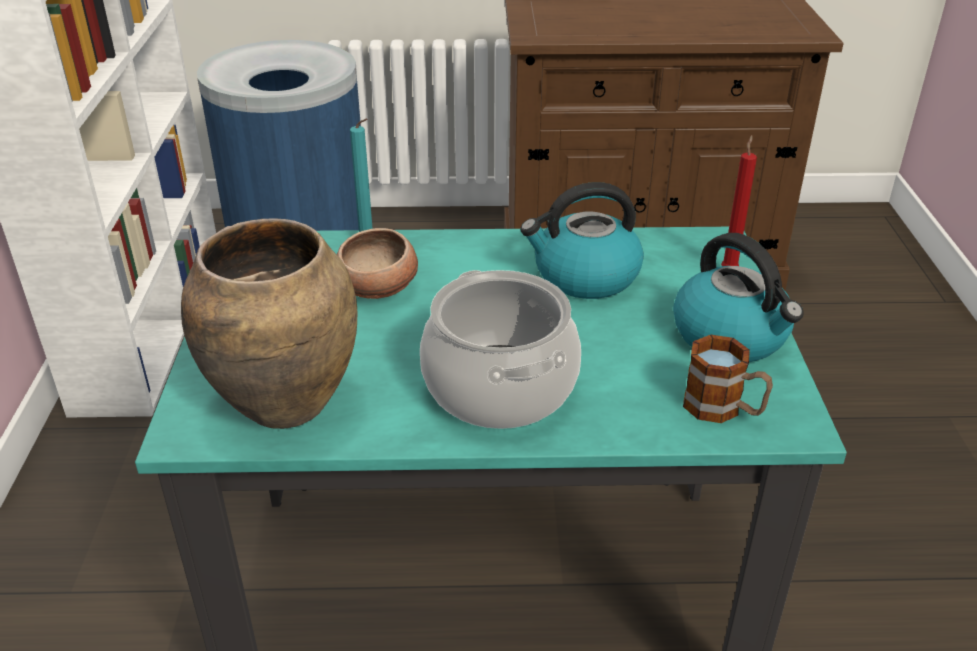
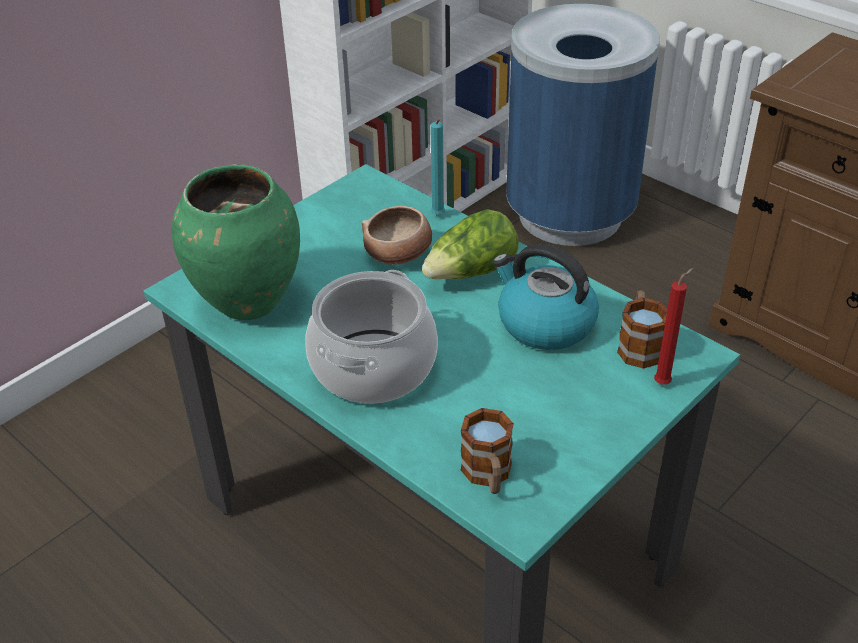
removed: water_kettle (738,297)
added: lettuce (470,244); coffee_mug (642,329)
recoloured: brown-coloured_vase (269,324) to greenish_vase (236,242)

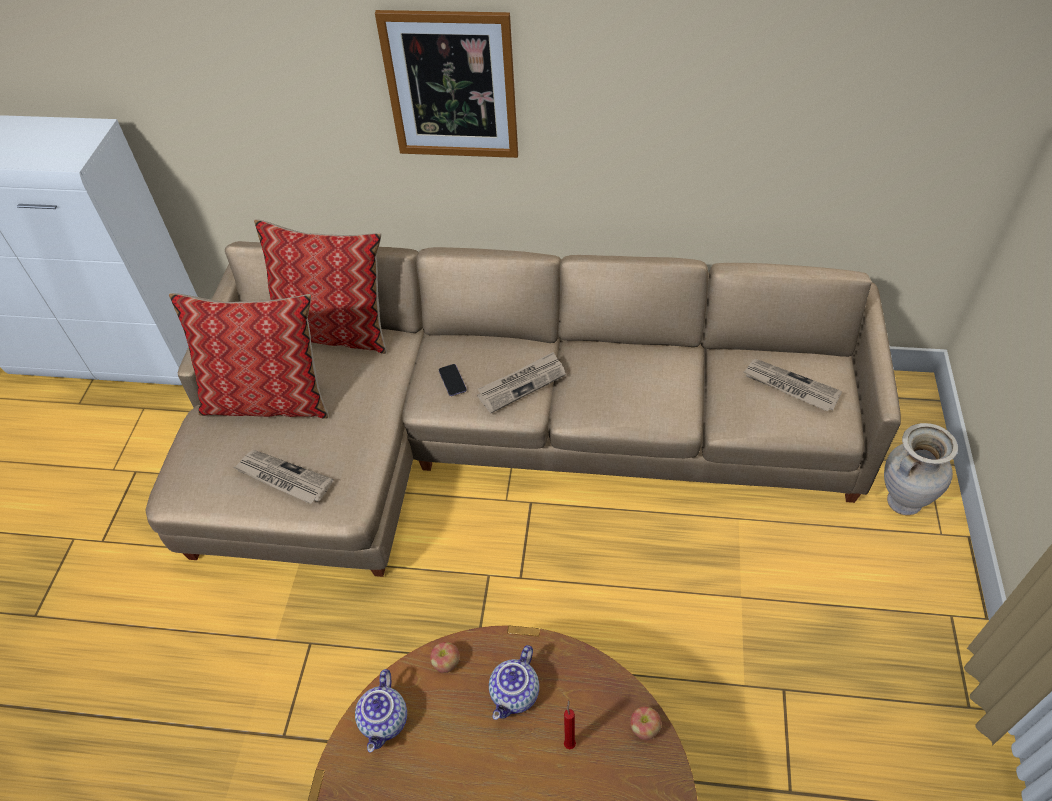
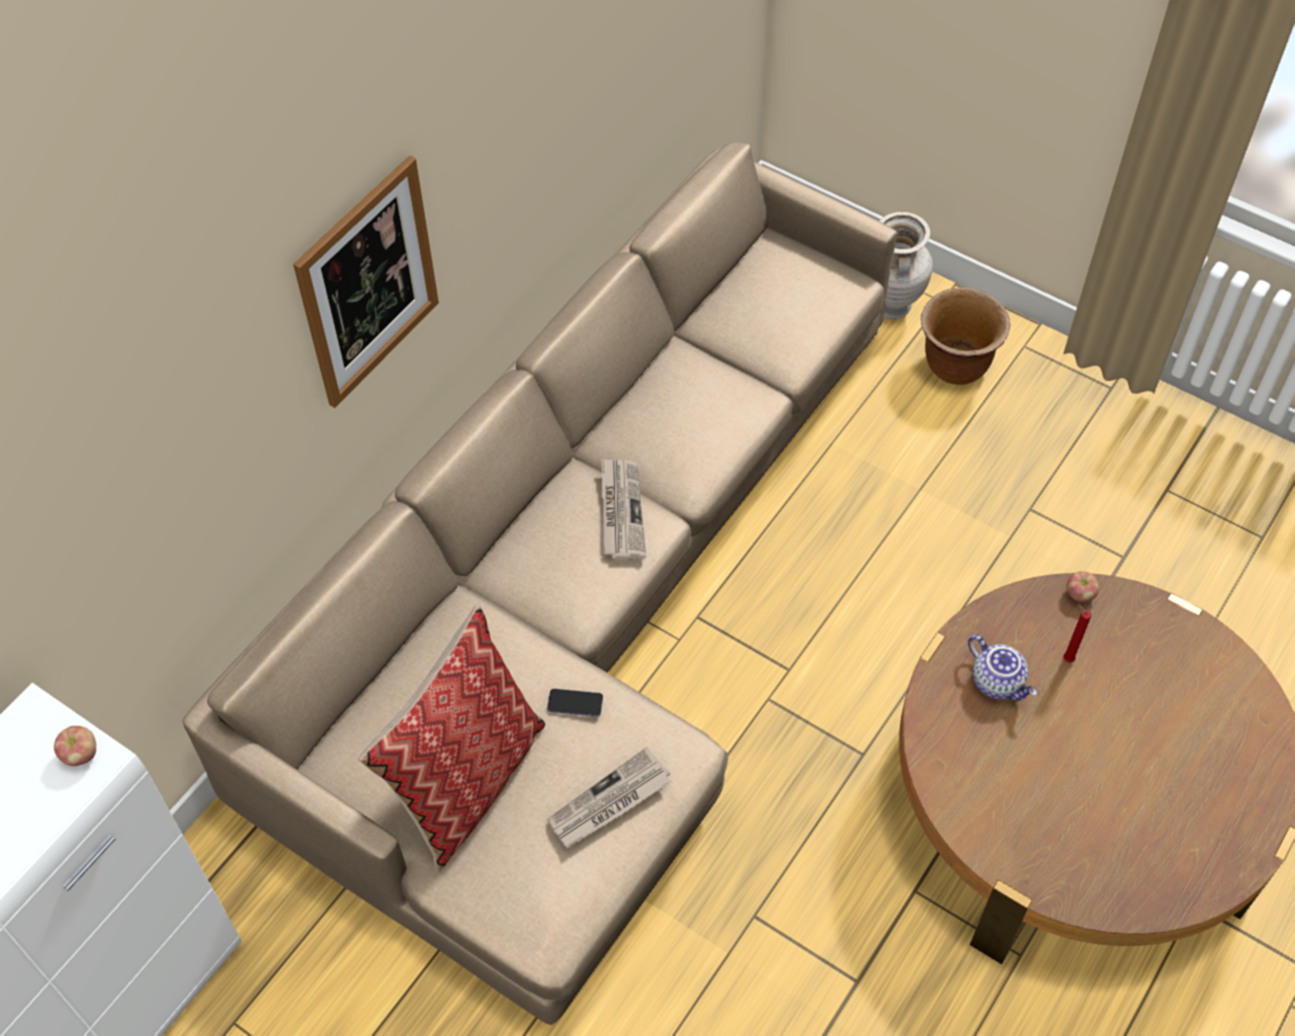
removed: cushion (320,286); tea_pot (381,711); daily_paper (793,385)
added: brown-coloured_plant_pot (965,336)
moved: apple_fruit (445,657) to (75,746); phone (453,380) to (575,703)

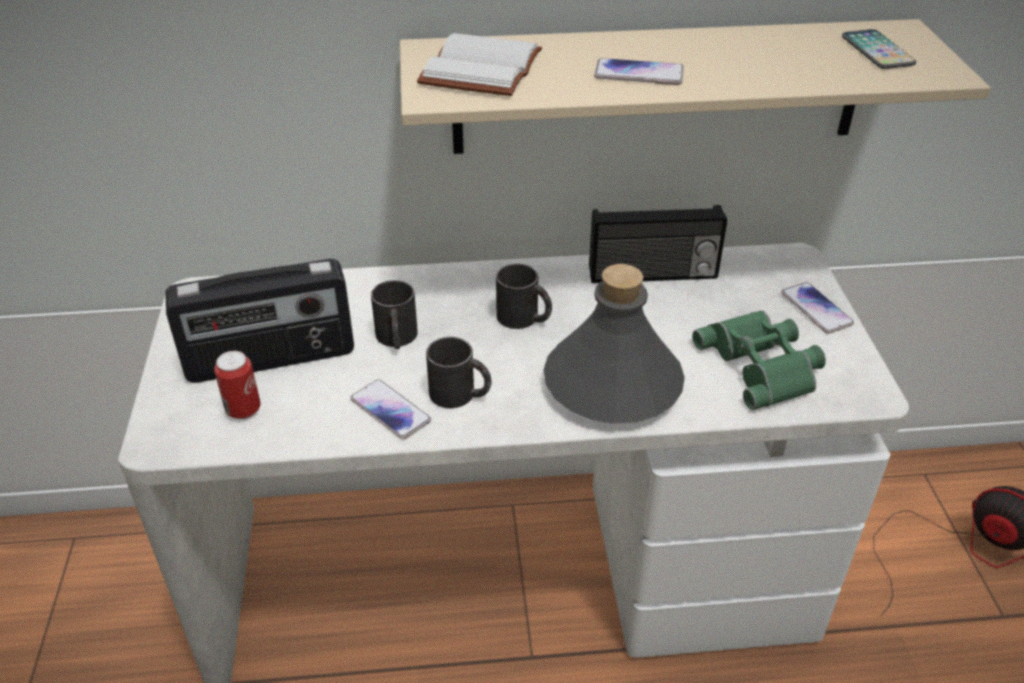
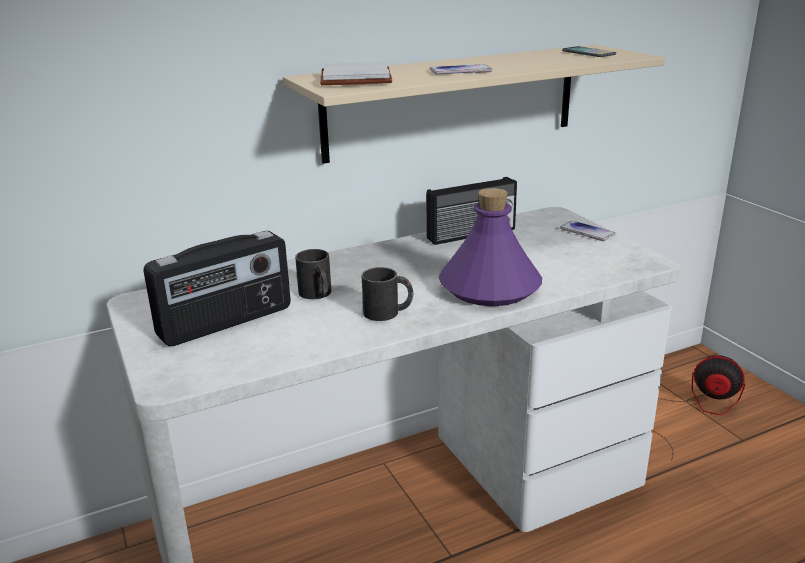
removed: can (237,385); phone (390,409); black-coloured_coffee_mug (524,296); greenish_binoculars (759,360)
recoloured: grey_drink_bottle (614,344) to purplish_drink_bottle (490,247)

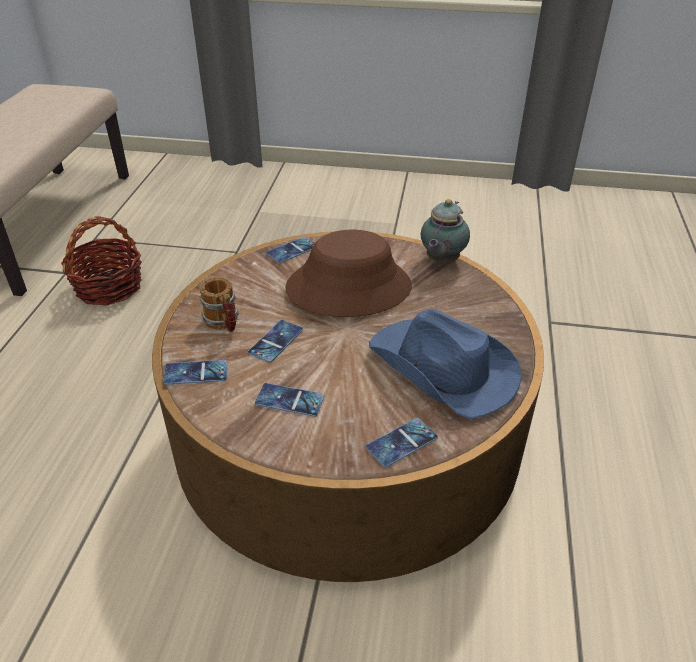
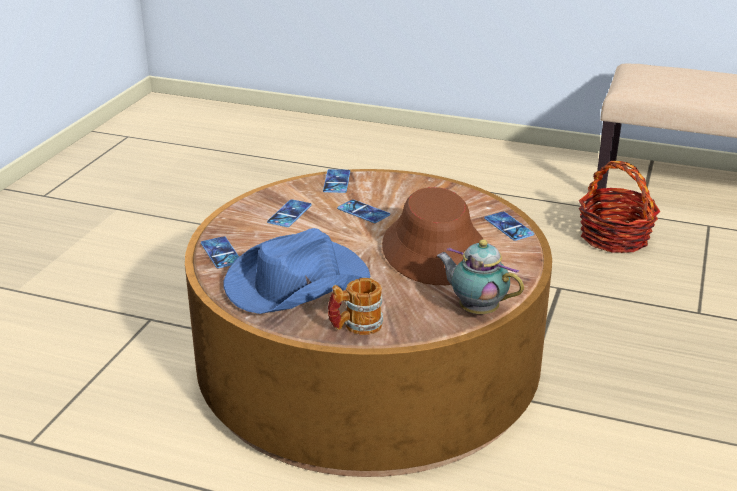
moved: coffee_mug (219,304) to (355,306)

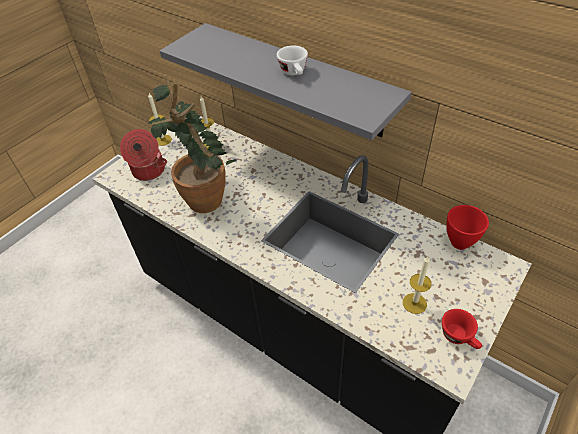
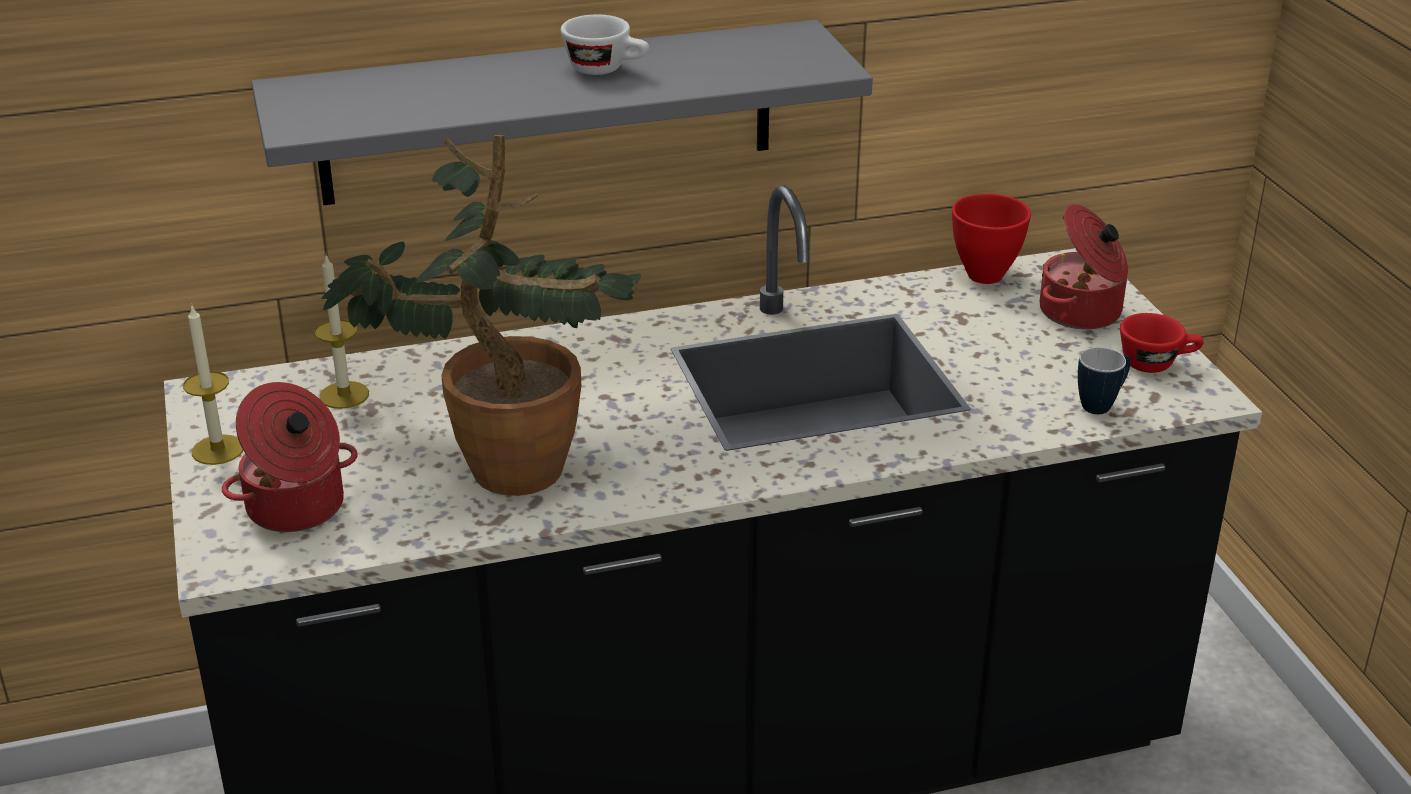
removed: candle (417,285)
added: saucepot (1084,267); coffee_mug (1104,380)

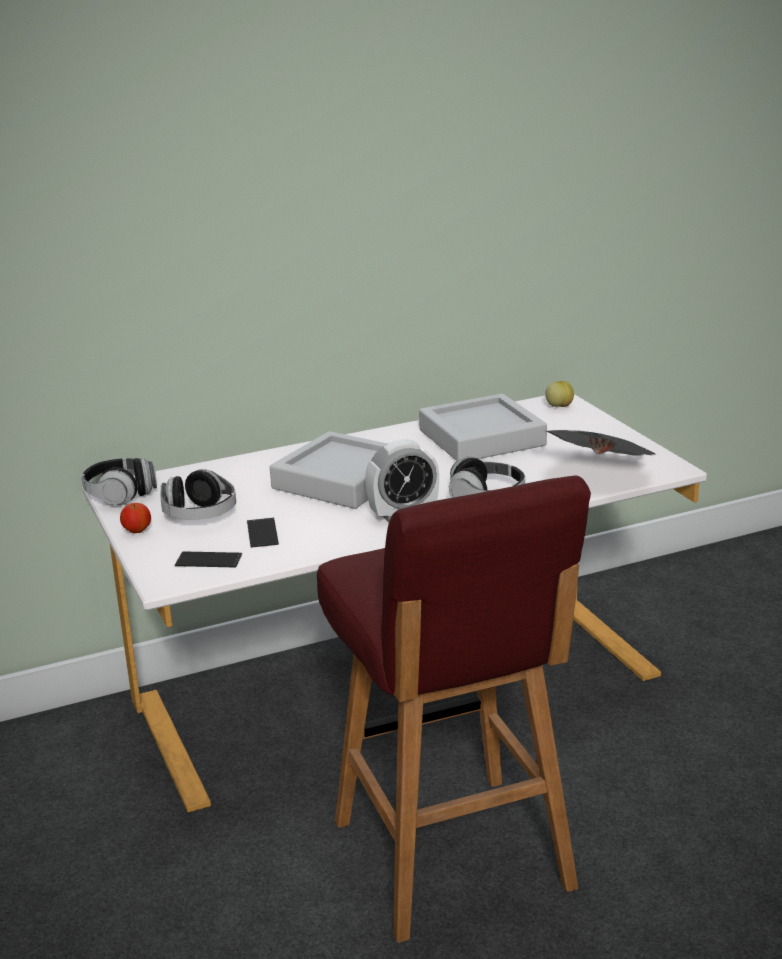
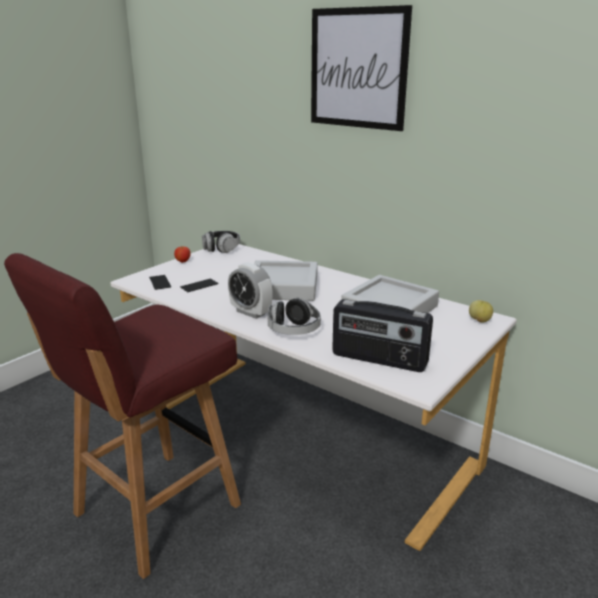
removed: pair_of_headphones (198,494)
added: picture (361,68)
replaced: daily_paper (598,443) to radio_receiver (382,335)

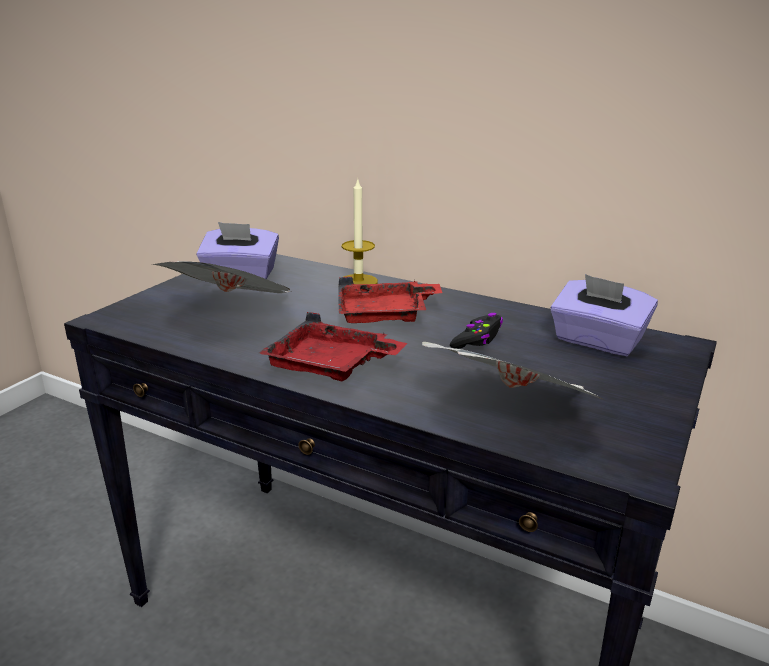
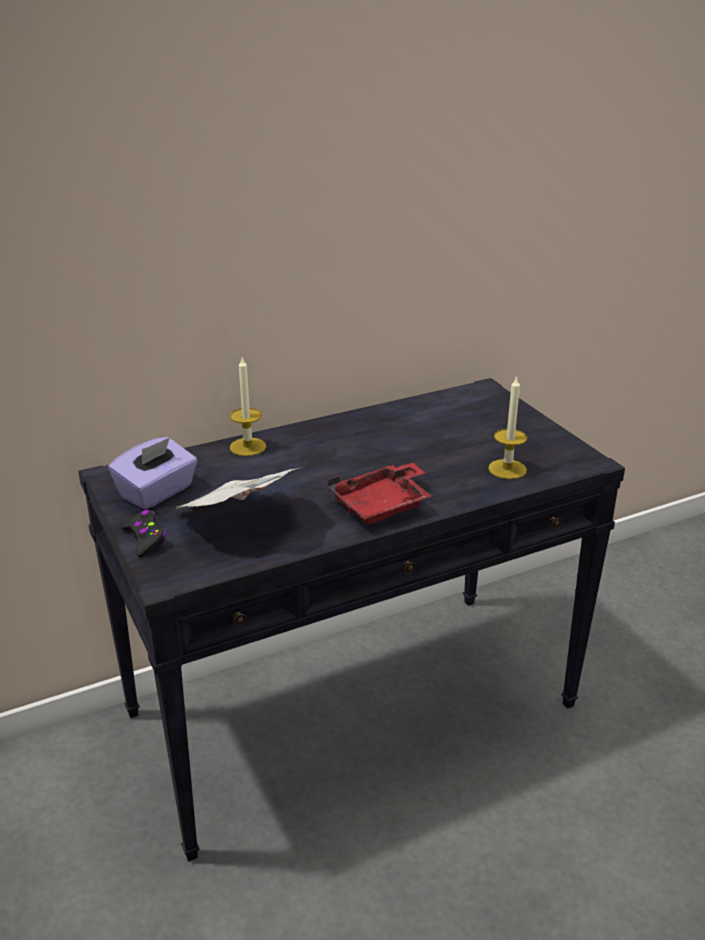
removed: reddish_tray (390,299); purplish_tissue_holder (604,315)
moved: black-coloured_game_controller (476,331) to (143,533)
replaced: daily_paper (512,371) to candle (507,427)

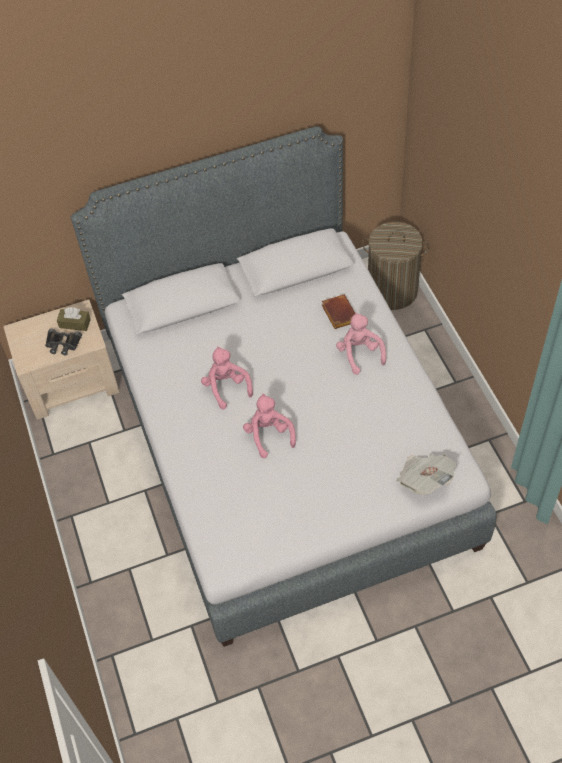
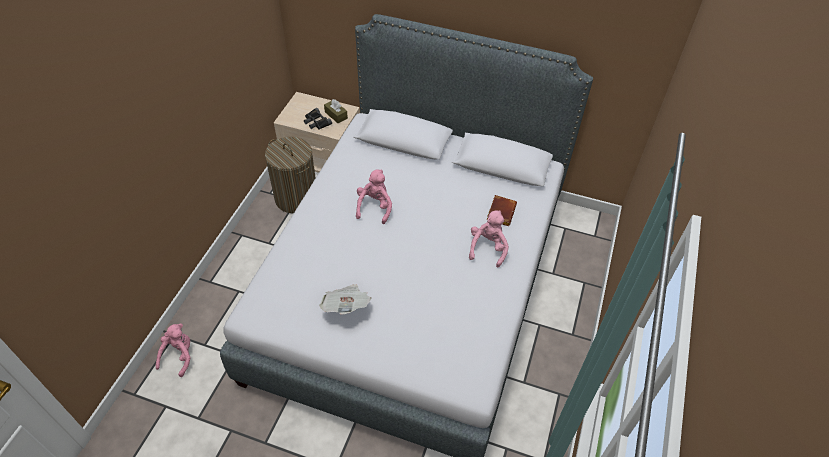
moved: pink-coloured_soft_toy (269,425) to (173,350); laundry_basket (395,266) to (290,175); daily_paper (426,474) to (345,299)

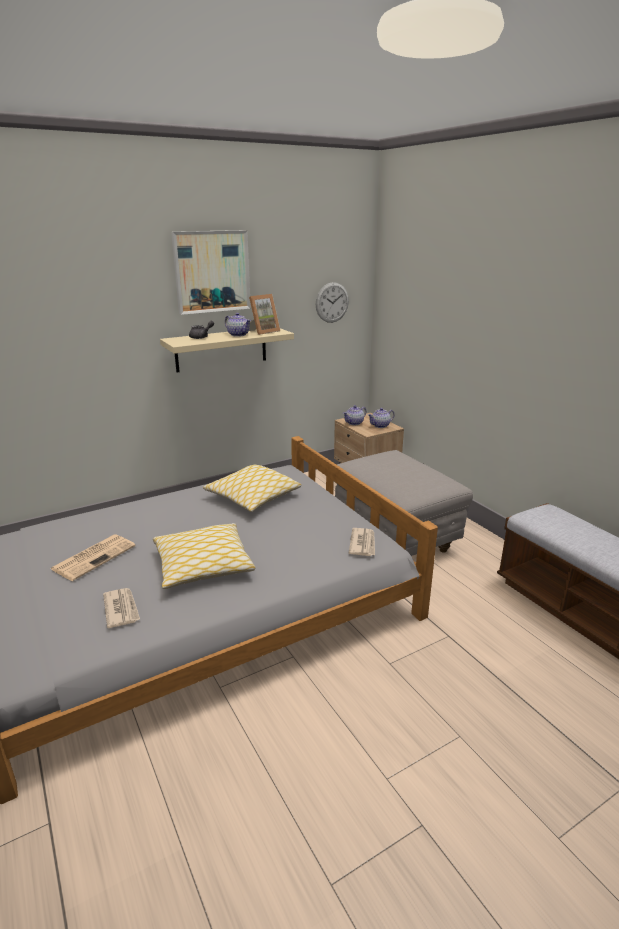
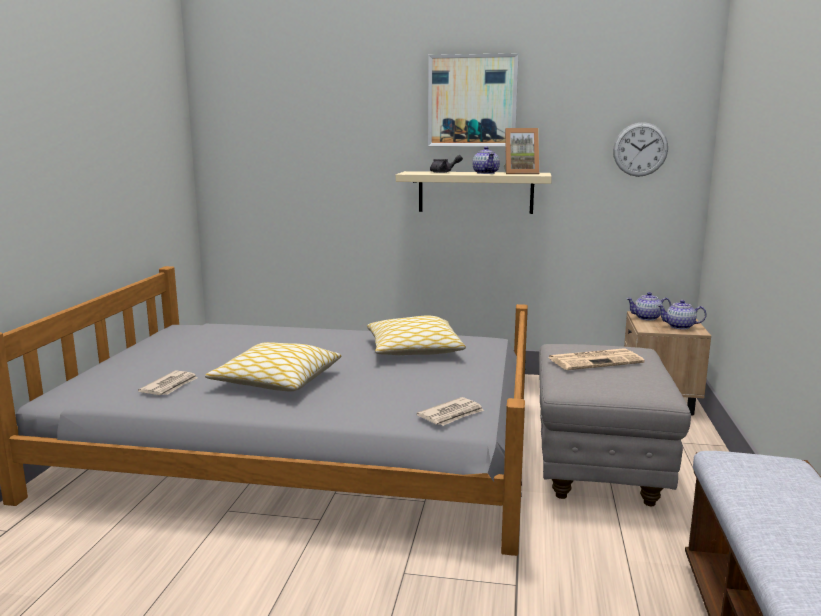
moved: daily_paper (93,557) to (596,359)

